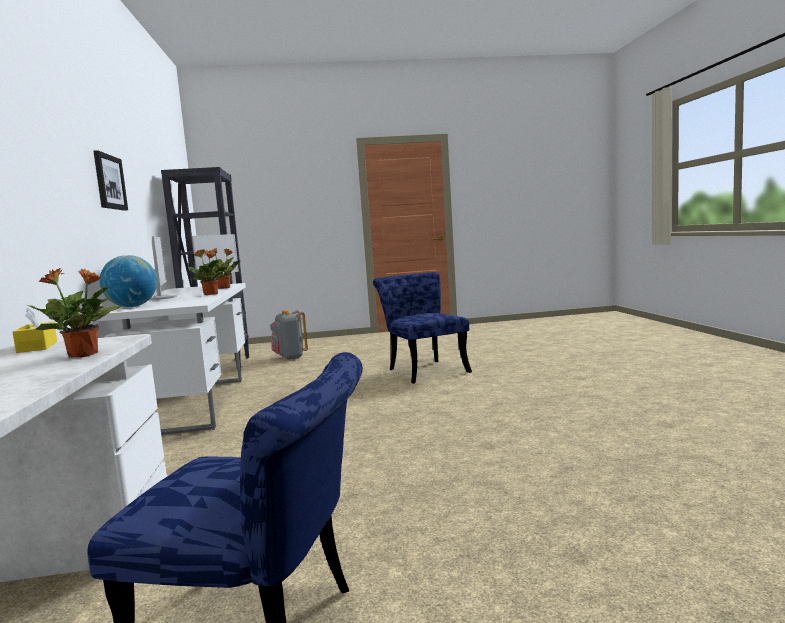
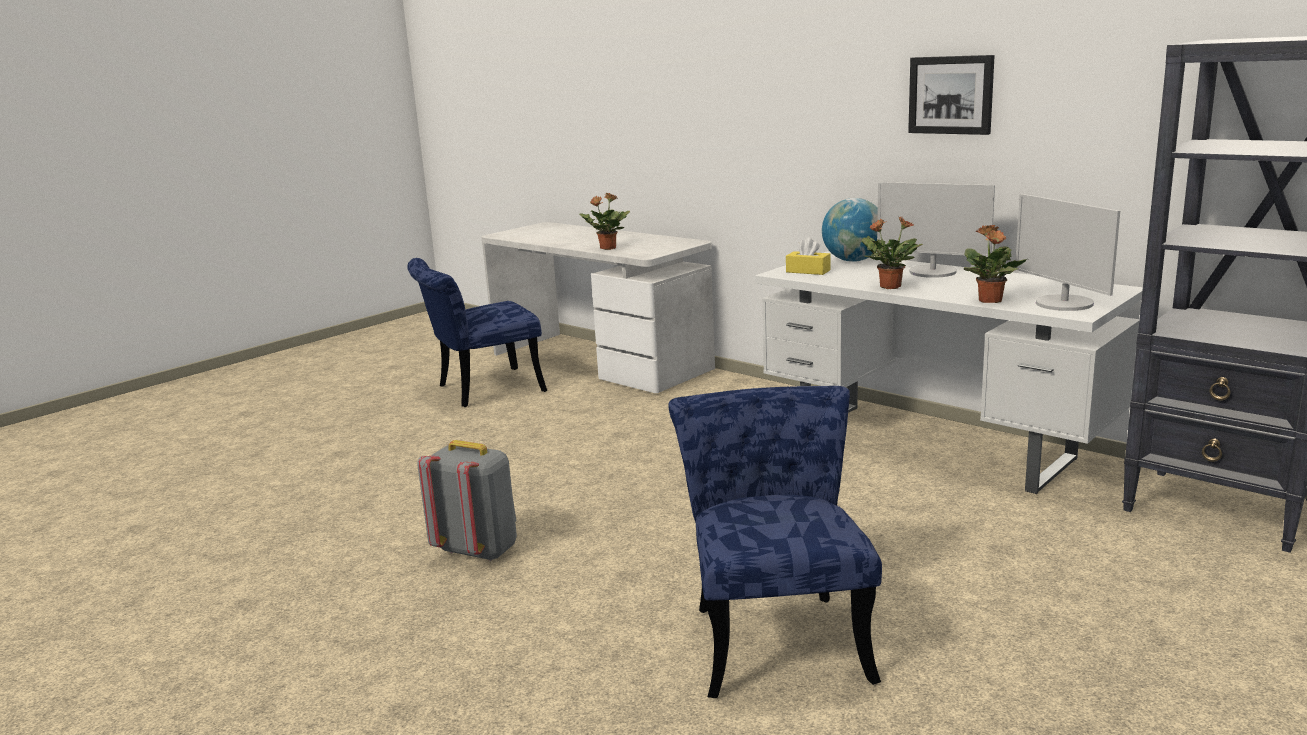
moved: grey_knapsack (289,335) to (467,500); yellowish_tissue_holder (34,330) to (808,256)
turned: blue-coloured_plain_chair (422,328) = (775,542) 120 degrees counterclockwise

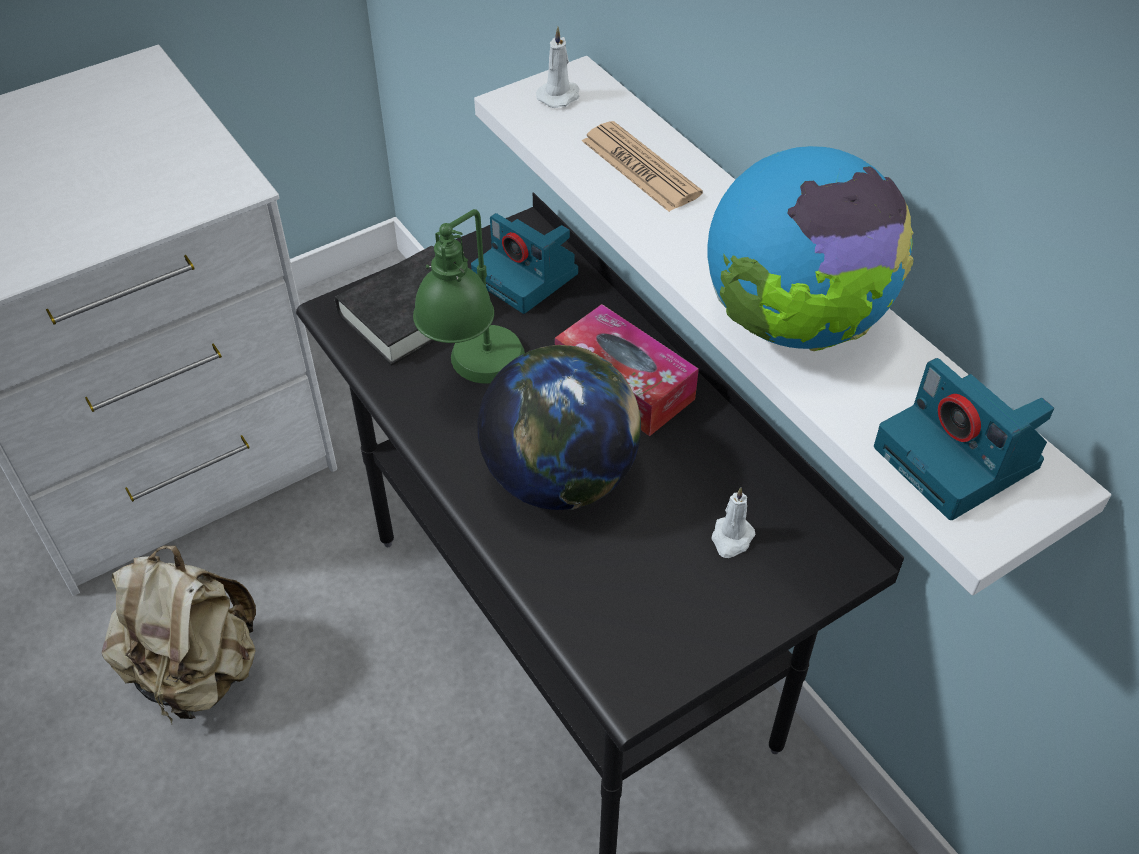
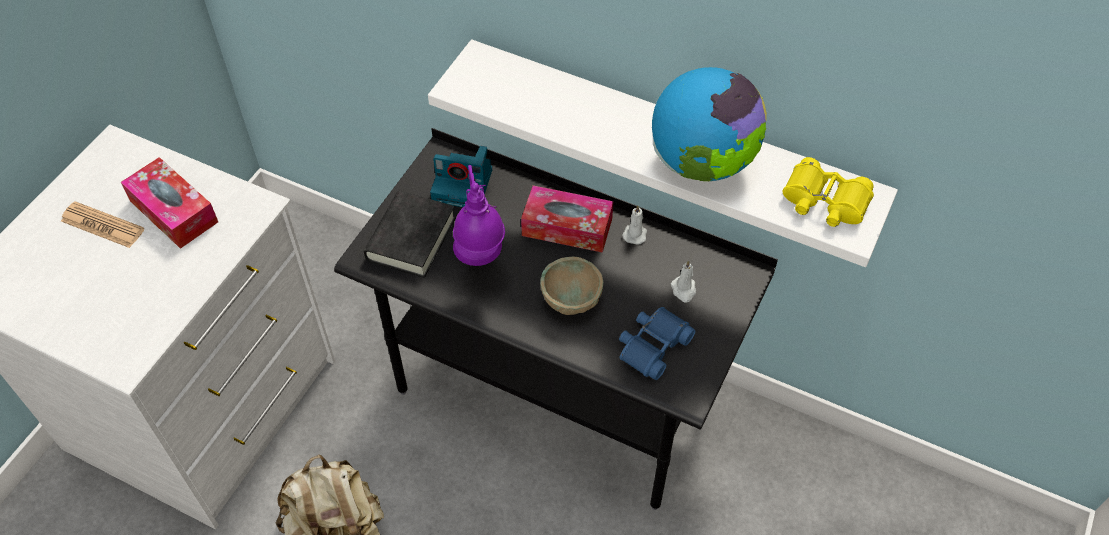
added: tissue_holder (169,203); blue-coloured_binoculars (657,343)
moved: daily_paper (642,166) to (103,224); whitish_candle (557,67) to (634,225)
replaced: globe (559,427) to sand-coloured_deep_dish (571,286); photo_camera (964,439) to yellowish_binoculars (828,192)
recoloured: greenish_tabletop_lamp (469,296) to purplish_tabletop_lamp (479,215)

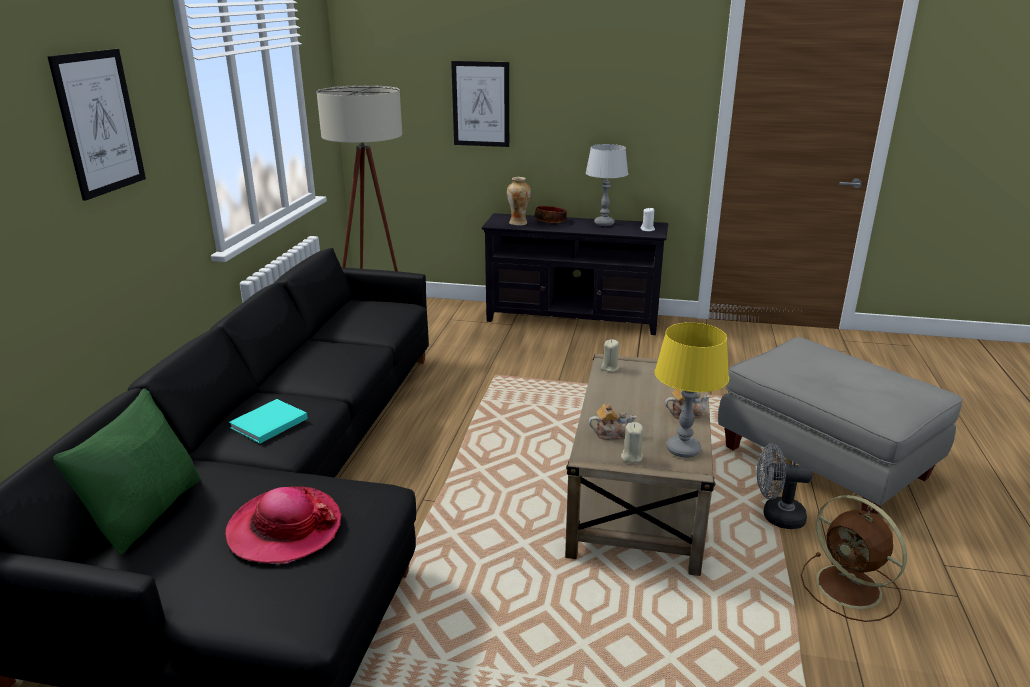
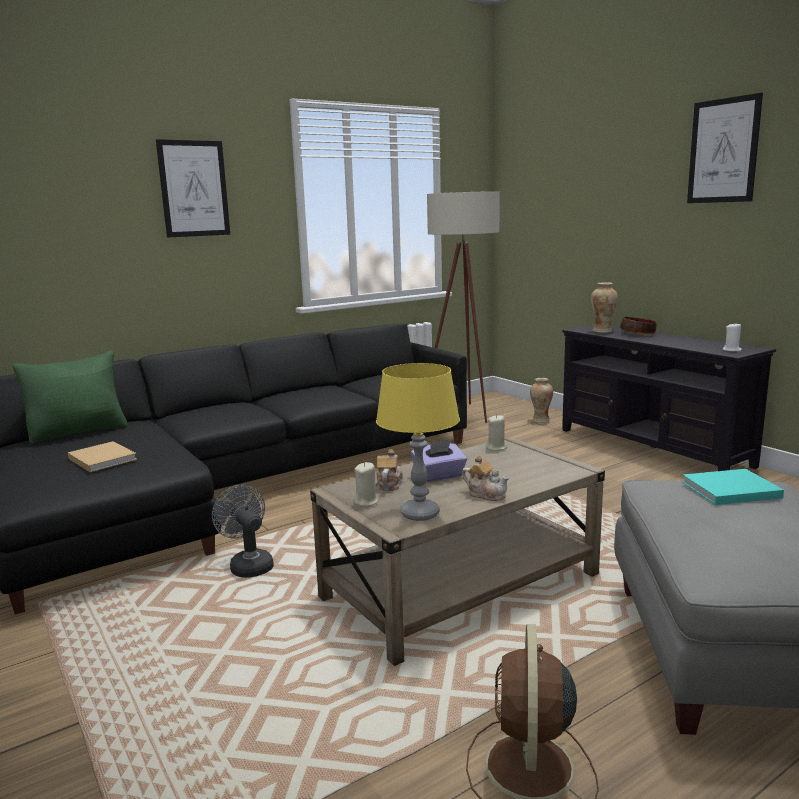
removed: grey_tabletop_lamp (607,185)
added: purplish_tissue_holder (439,461); vase (541,400)
moved: grey_electric_fan (784,486) to (243,531); turquoise_bound_book (268,421) to (733,487); picture (480,104) to (725,148)
replaced: clothing_hat (283,525) to sand-coloured_bound_book (102,456)
turned: tea_pot (613,422) = (389,470) 120 degrees counterclockwise

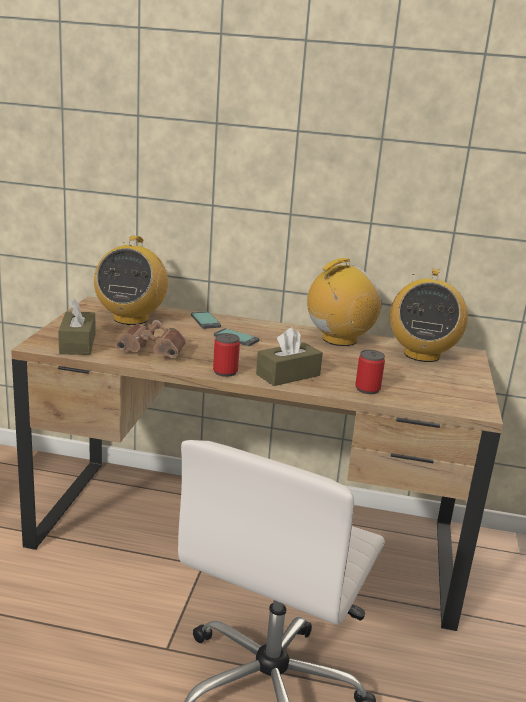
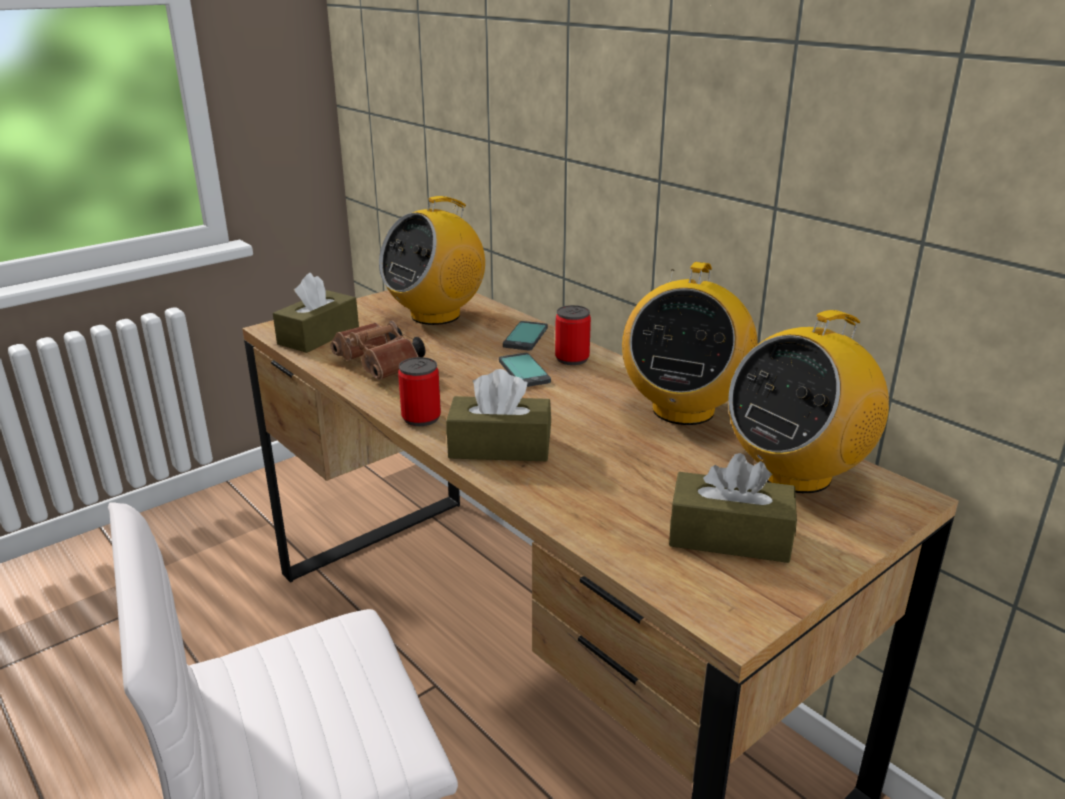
added: brown-coloured_tissue_holder (733,508)
moved: can (370,372) to (573,335)
turned: radio_receiver (344,302) = (690,343) 105 degrees clockwise

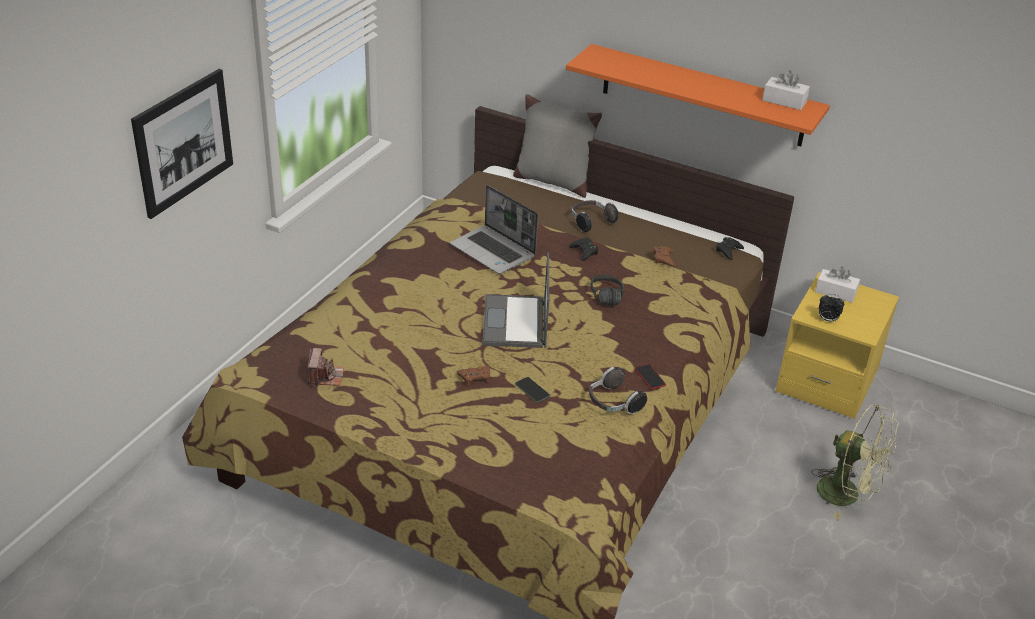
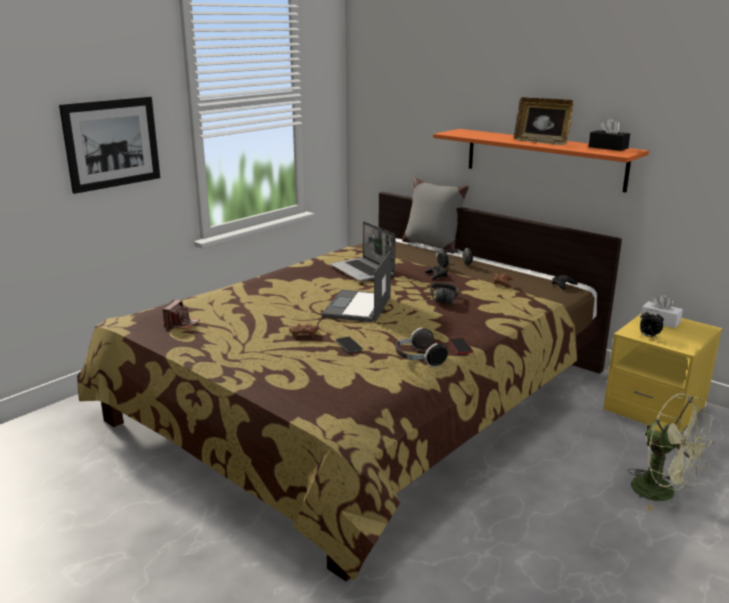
added: photo_frame (544,121)
recoloured: whitish_tissue_holder (786,90) to black-coloured_tissue_holder (609,134)

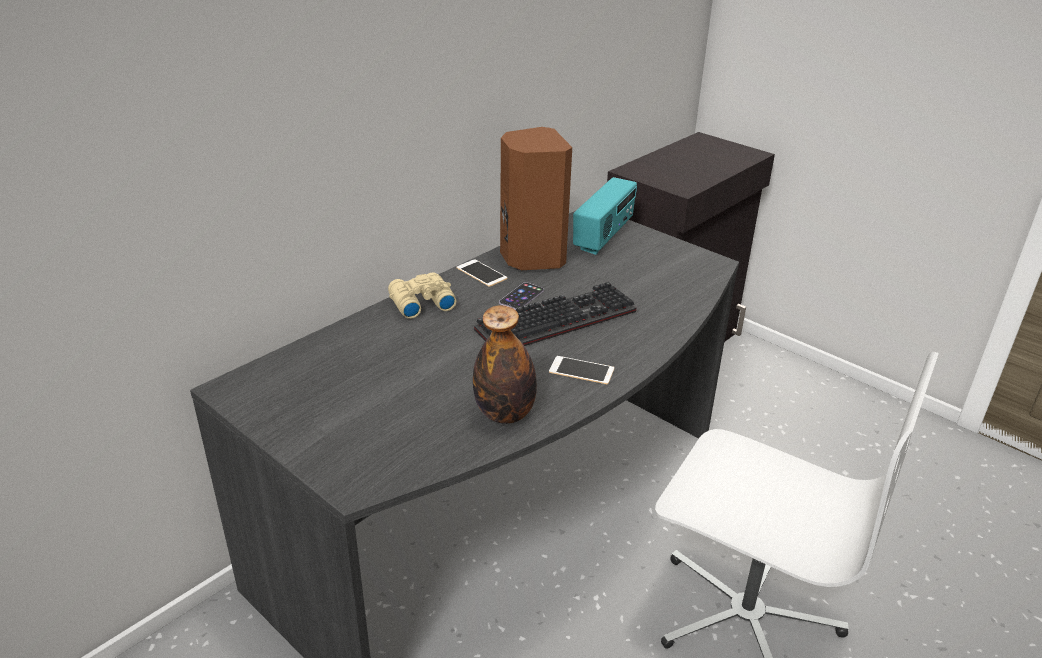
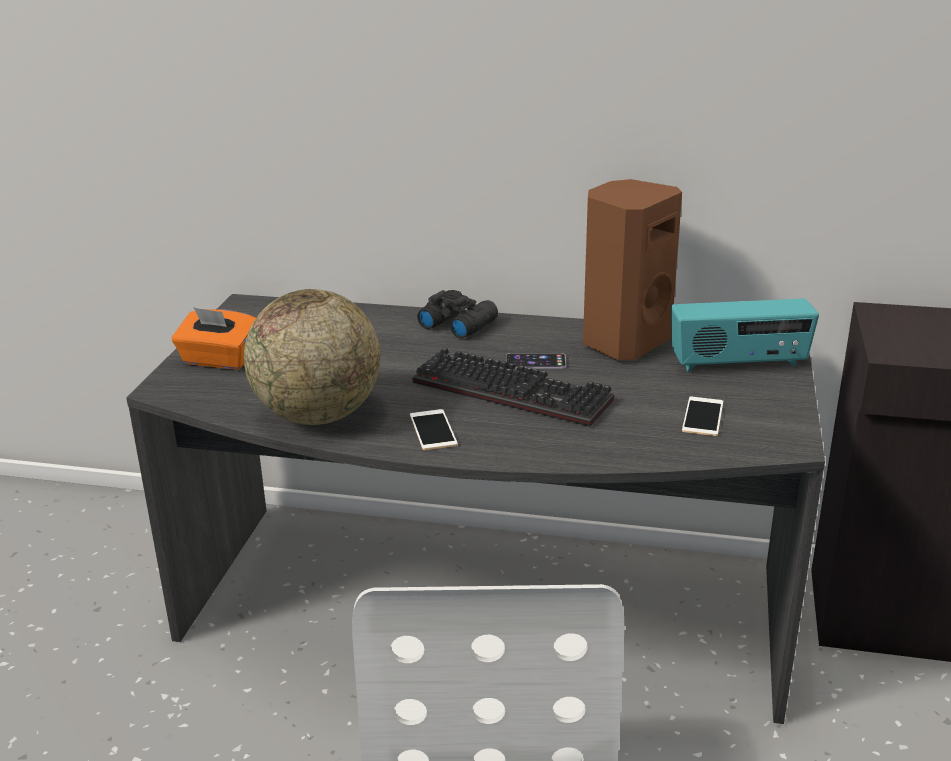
added: orange-coloured_tissue_holder (214,338)
moved: phone (481,273) to (702,416)
replaced: drink_bottle (505,364) to globe (312,357)
recoloured: sand-coloured_binoculars (422,295) to black-coloured_binoculars (457,314)

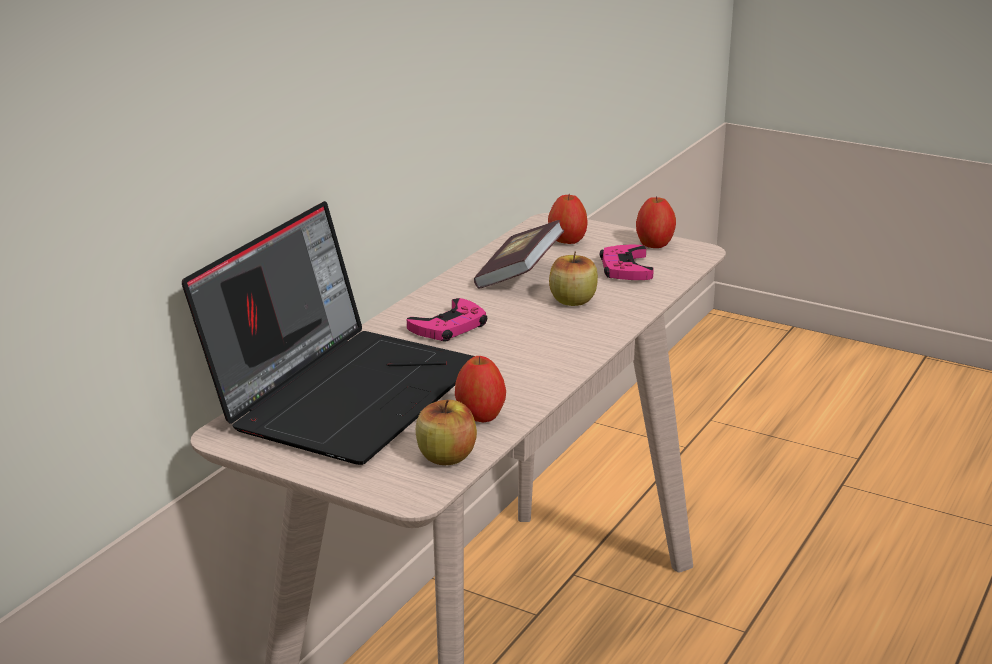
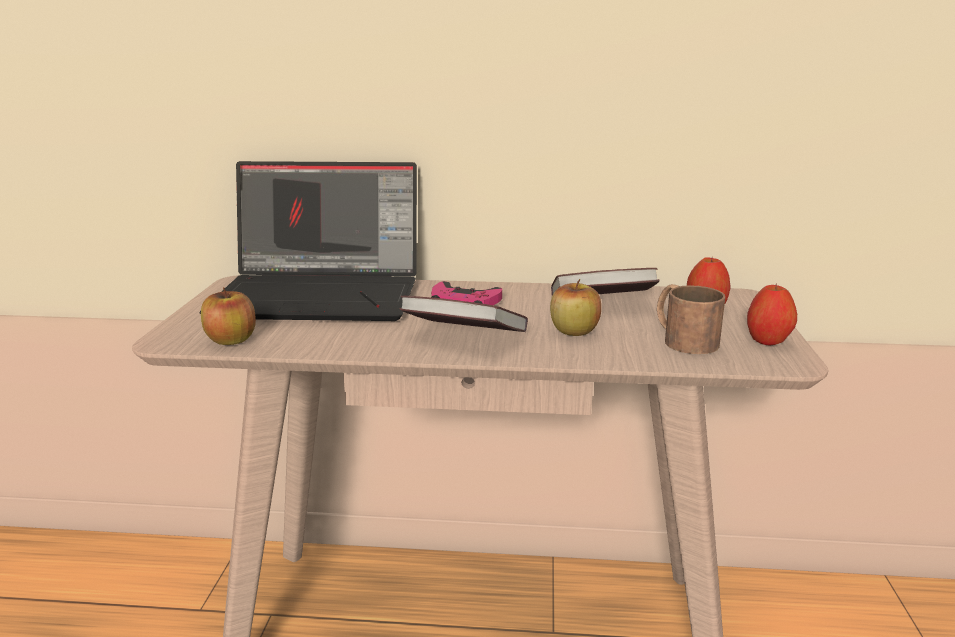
removed: apple_fruit (480,389)
added: bound_book (463,314)
replaced: pink-coloured_game_controller (627,262) to brown-coloured_coffee_mug (691,319)

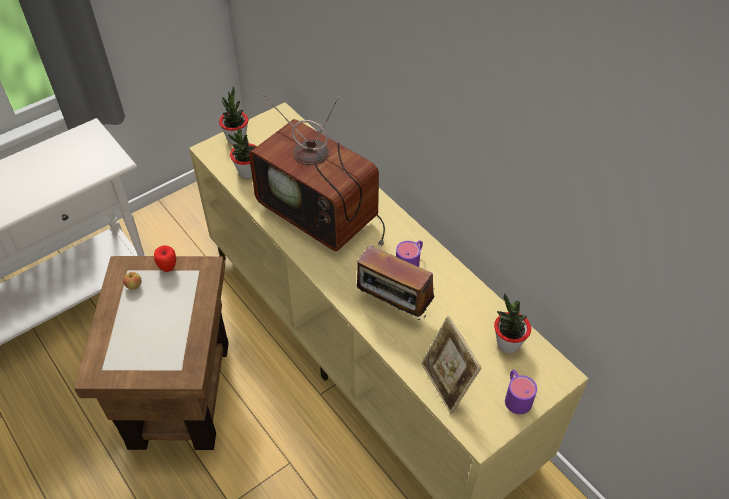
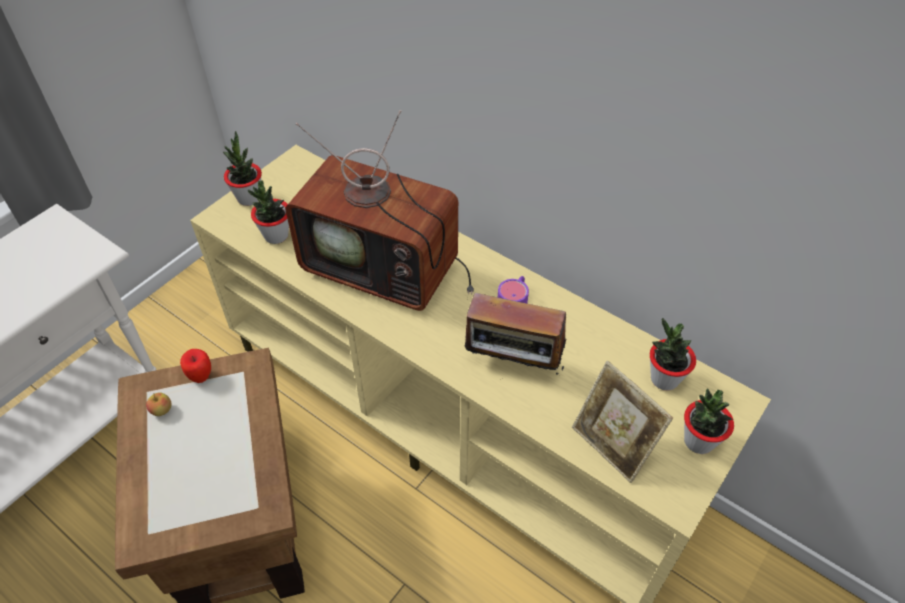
replaced: purplish_coffee_mug (521,392) to houseplant (709,421)

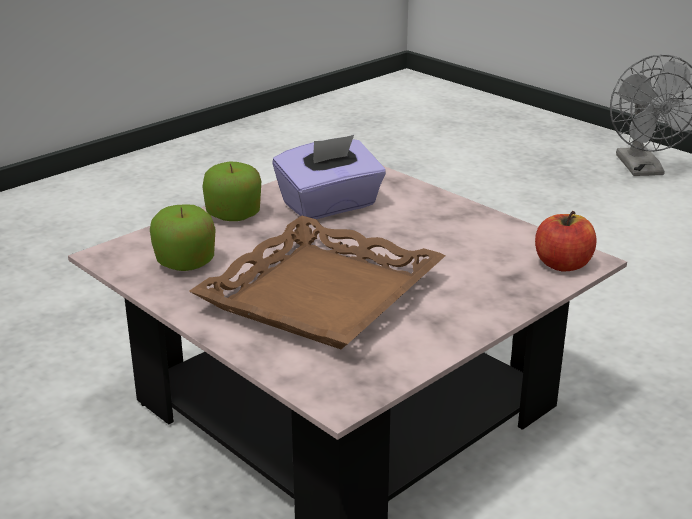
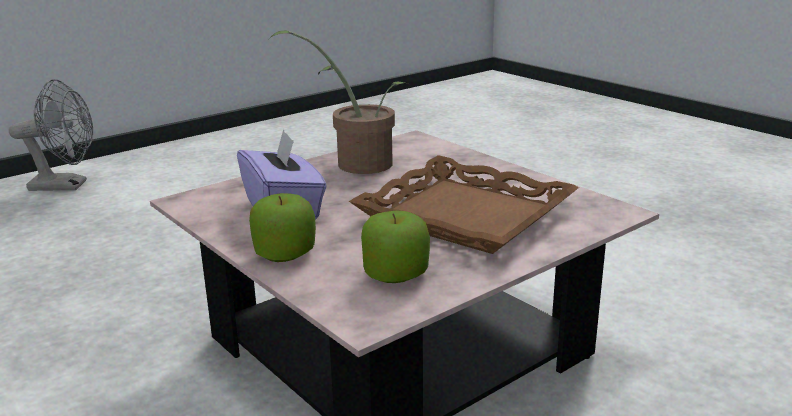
removed: apple_fruit (566,241)
added: houseplant (339,102)

